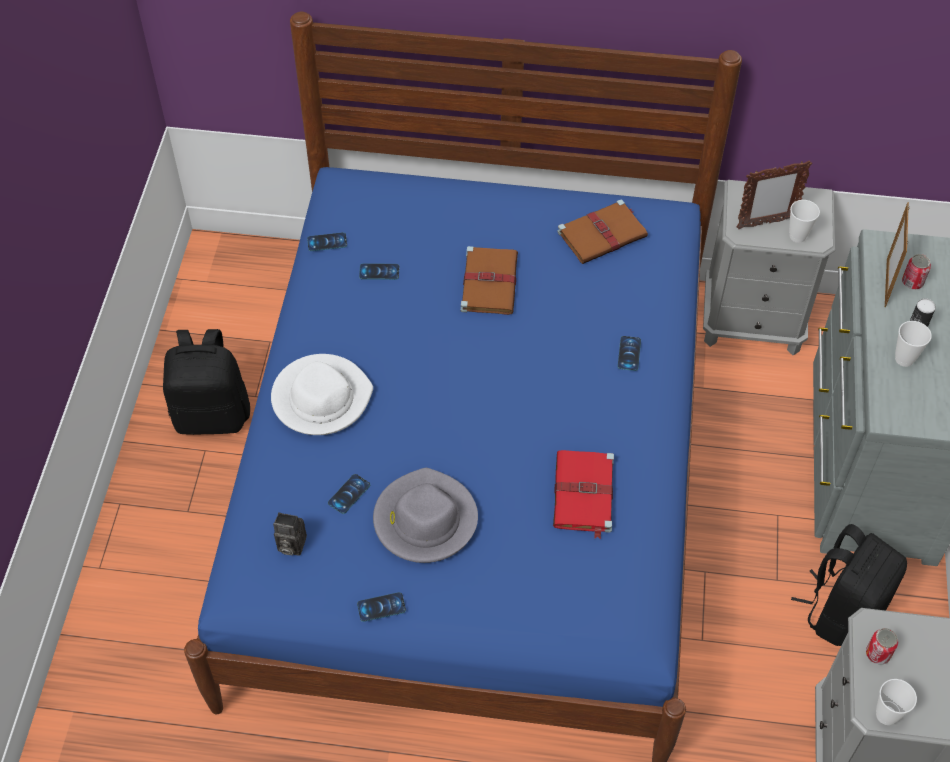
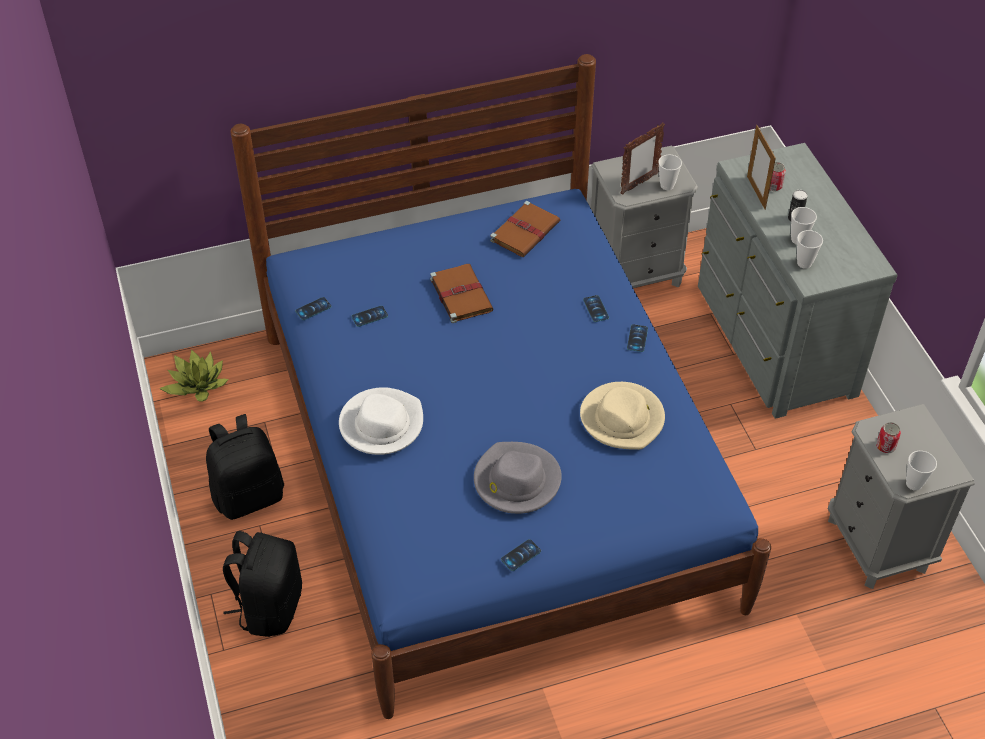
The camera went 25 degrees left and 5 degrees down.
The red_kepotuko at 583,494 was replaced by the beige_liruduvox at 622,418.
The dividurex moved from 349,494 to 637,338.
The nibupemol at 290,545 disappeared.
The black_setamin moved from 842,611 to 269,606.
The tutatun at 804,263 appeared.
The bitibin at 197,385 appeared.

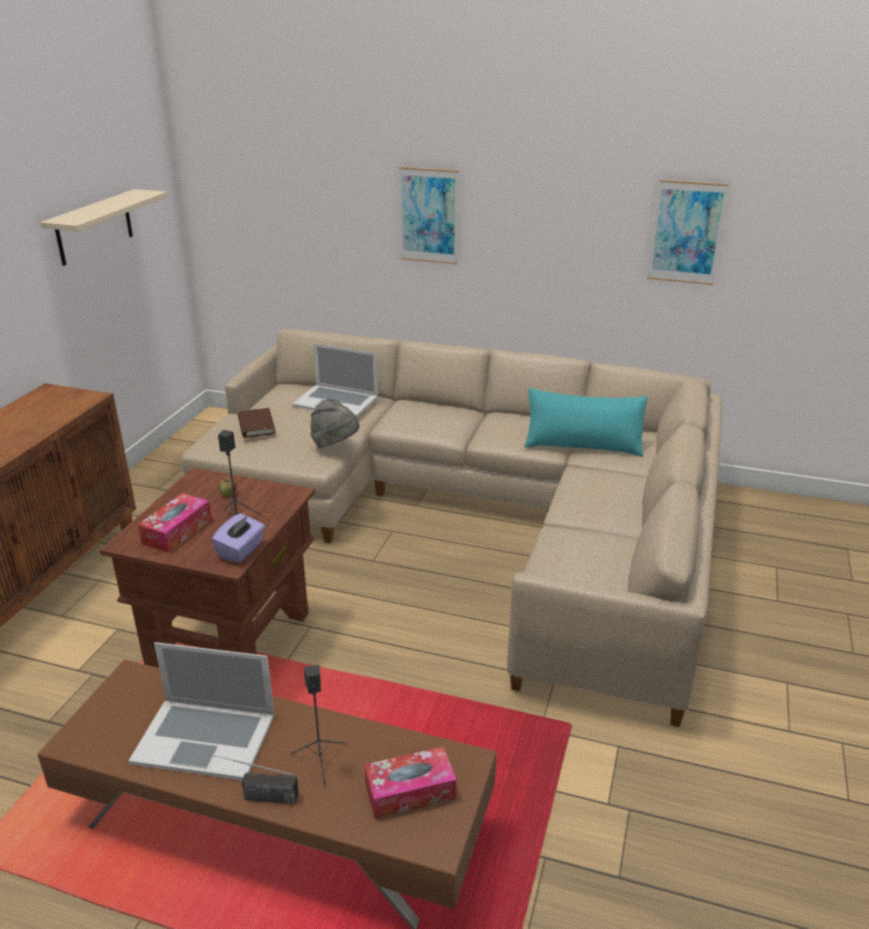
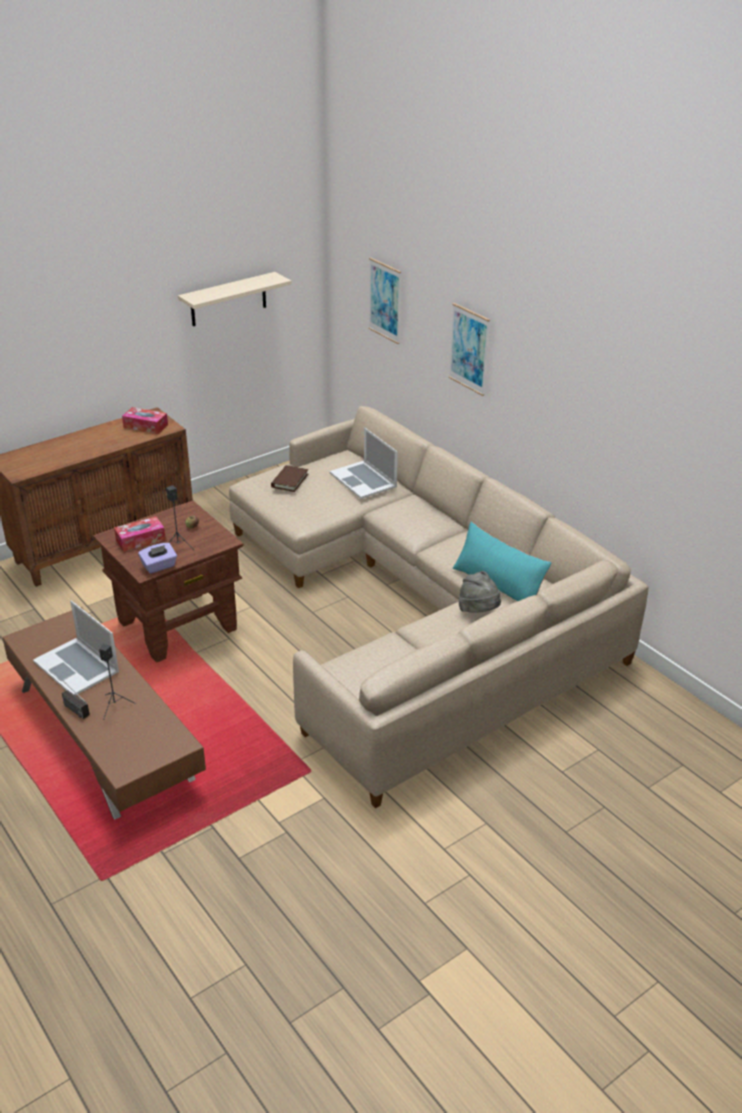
The camera went 35 degrees right and 5 degrees up.
The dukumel moved from 686,232 to 385,300.
The grey_liruduvox moved from 335,445 to 479,612.
The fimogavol moved from 410,791 to 145,426.

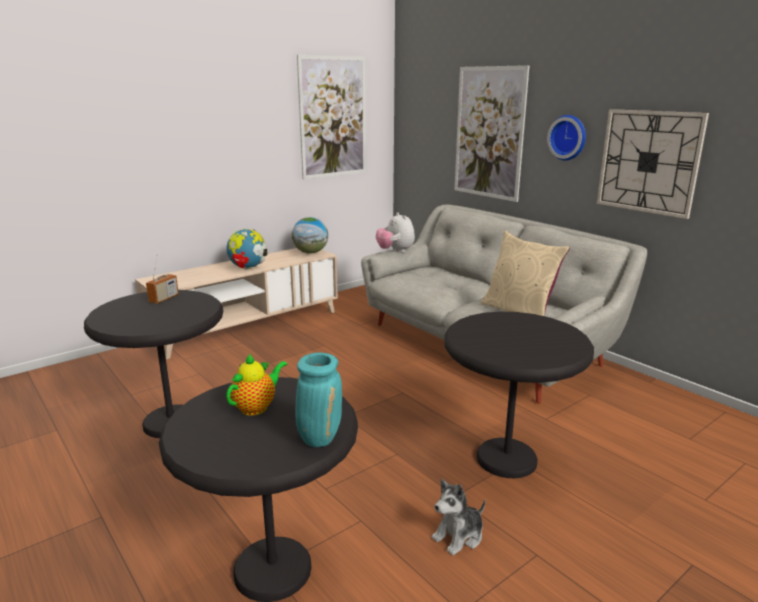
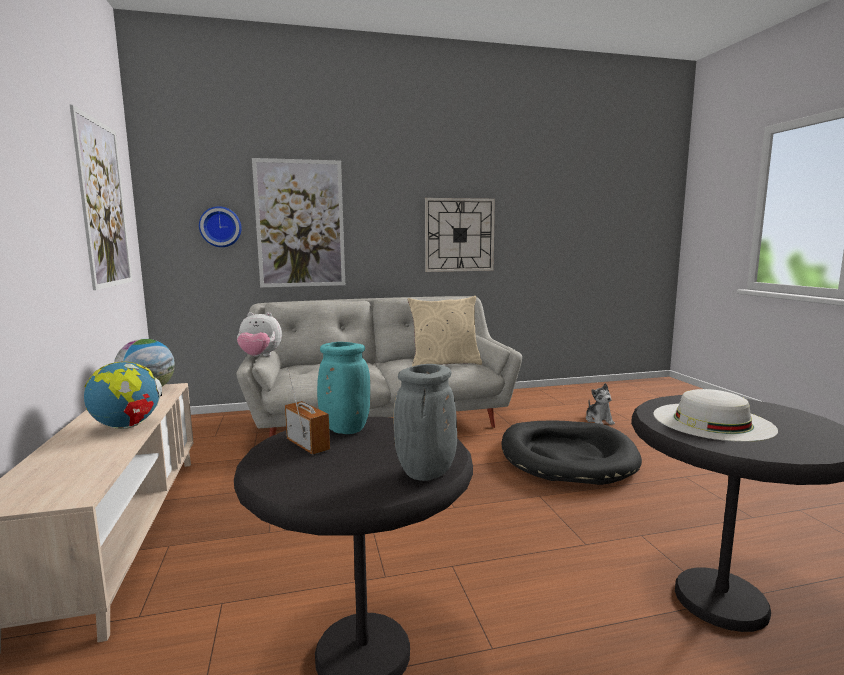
The camera went 65 degrees left and 10 degrees down.
The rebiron moved from 568,137 to 220,227.
The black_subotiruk at 506,459 was replaced by the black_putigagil at 567,456.
The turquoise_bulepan moved from 319,437 to 343,429.
The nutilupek at 257,407 was replaced by the white_liruduvox at 712,421.
The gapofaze moved from 459,536 to 599,420.
The grey_bulepan at 426,474 appeared.

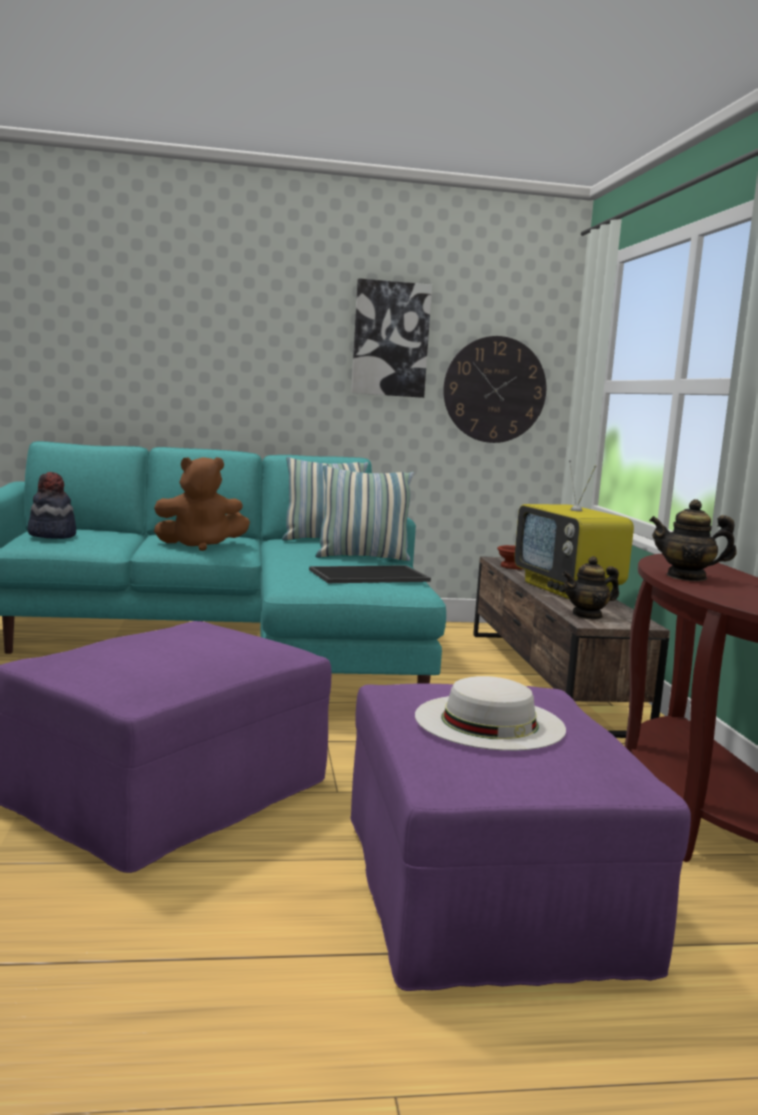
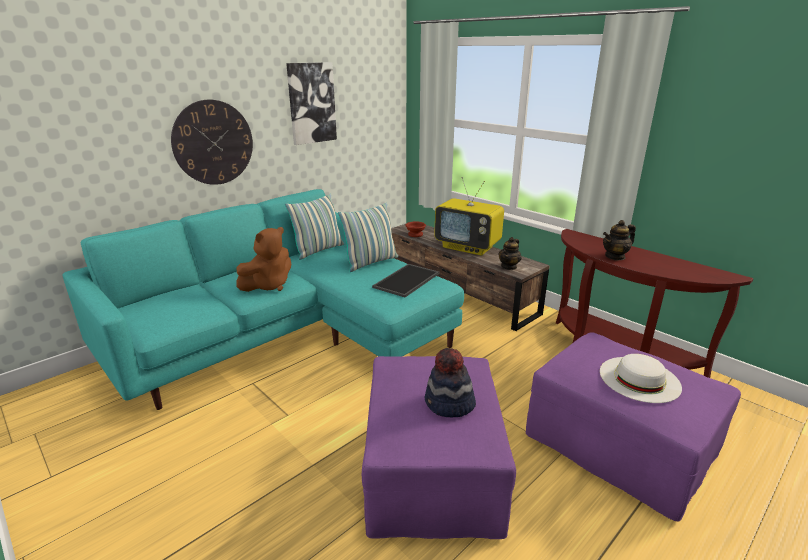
The camera went 35 degrees left and 15 degrees up.
The rebiron moved from 494,389 to 213,143.
The liruduvox moved from 51,535 to 449,404.

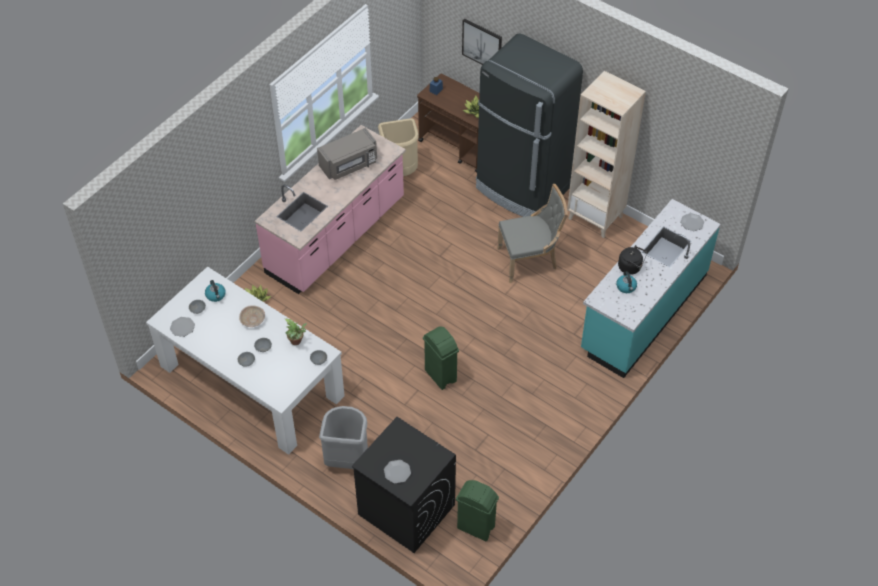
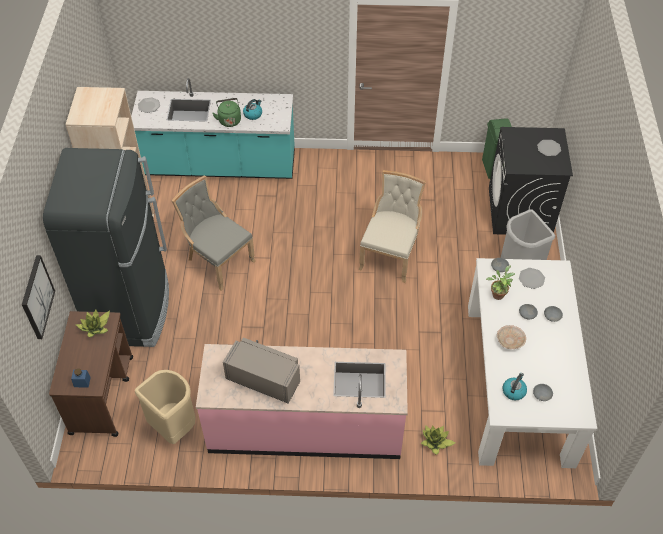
The camera went 125 degrees left and 0 degrees up.
The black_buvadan at 631,267 became the green_buvadan at 229,120.
The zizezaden moved from 182,327 to 531,278.
The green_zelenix at 440,376 was replaced by the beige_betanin at 390,254.

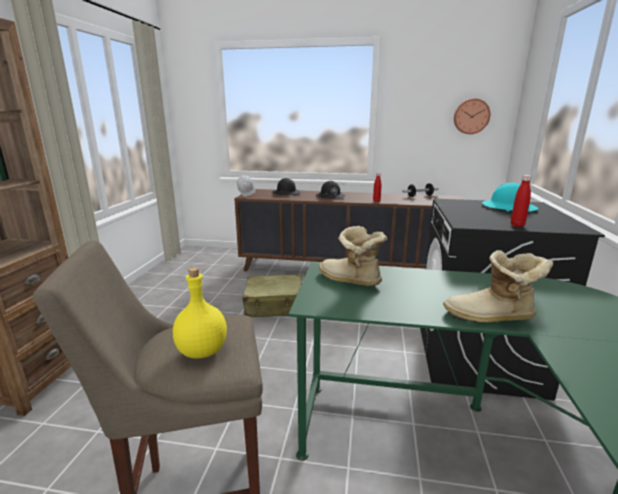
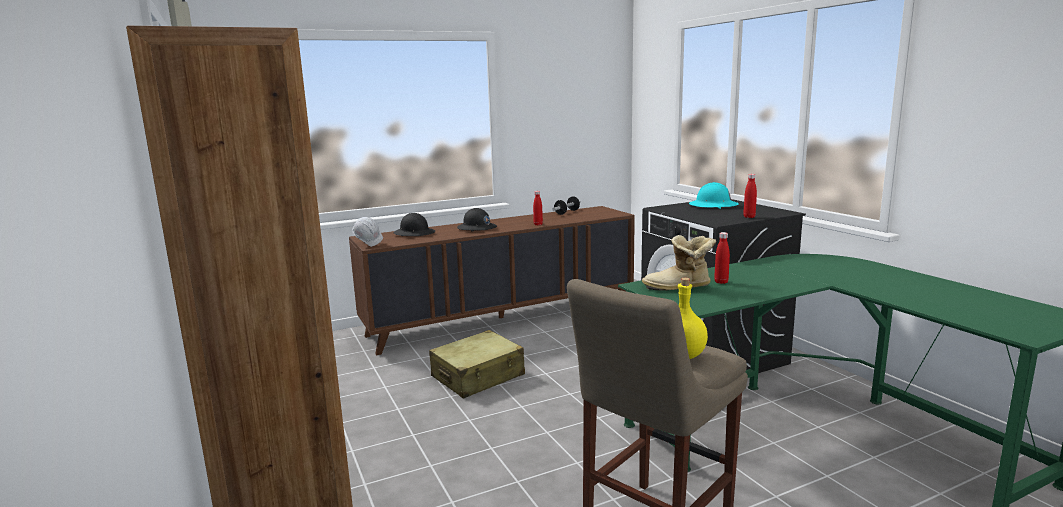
The camera went 35 degrees left and 5 degrees down.
The rebiron at 471,116 disappeared.
The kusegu at 492,317 disappeared.
The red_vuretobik at 721,282 appeared.

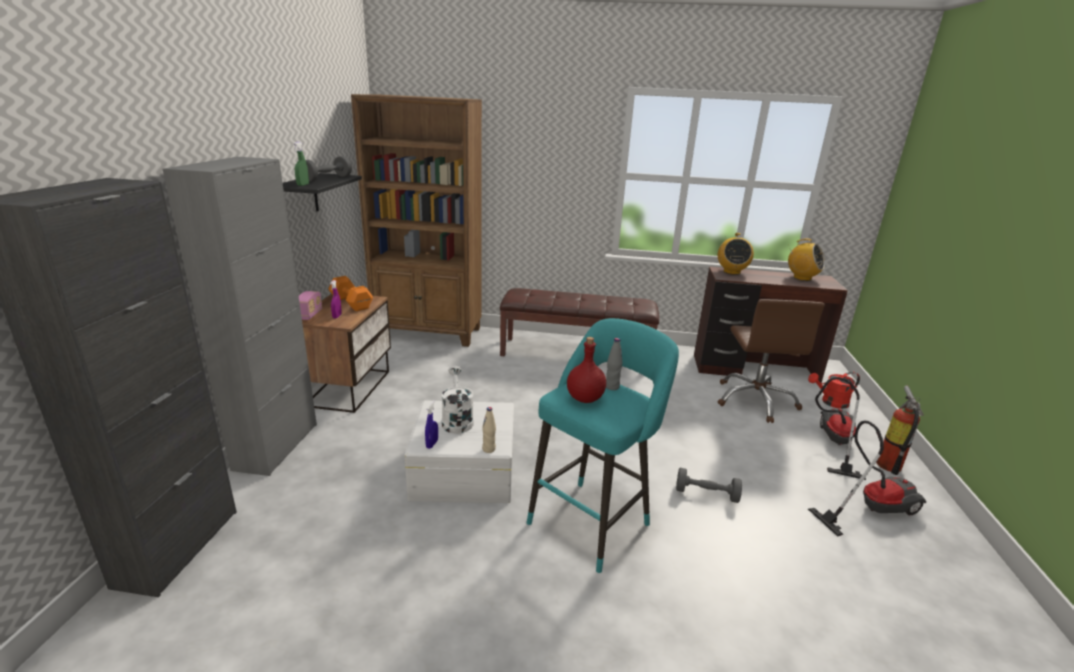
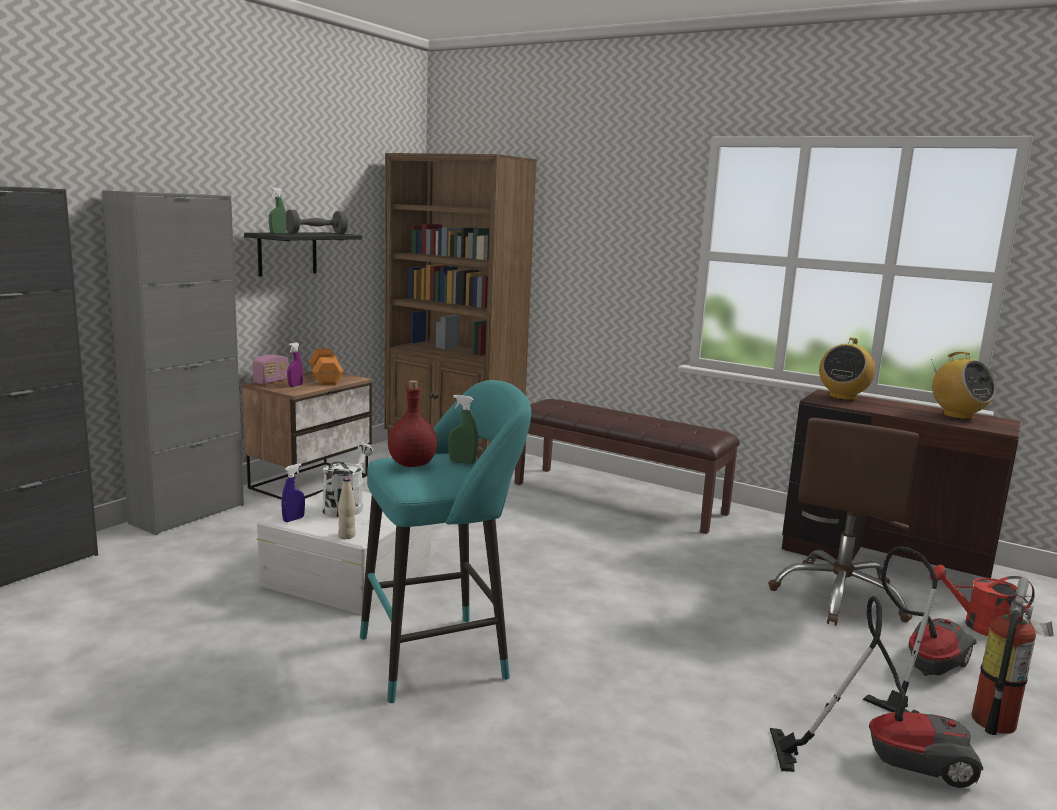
The camera went 25 degrees right and 10 degrees down.
The grey_vuretobik at 612,387 was replaced by the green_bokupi at 462,462.
The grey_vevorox at 706,494 disappeared.

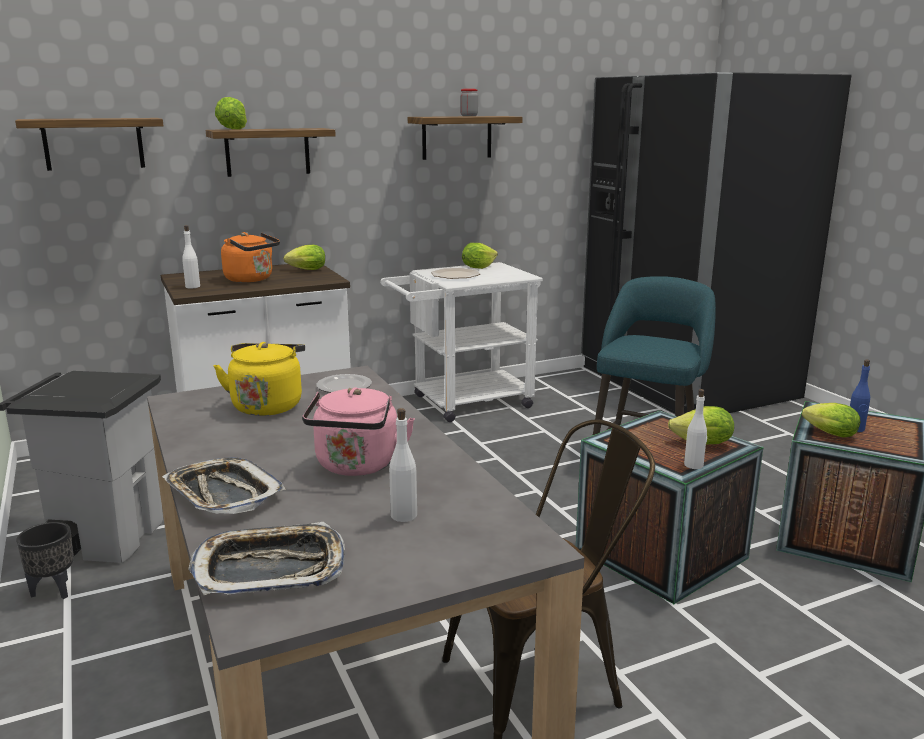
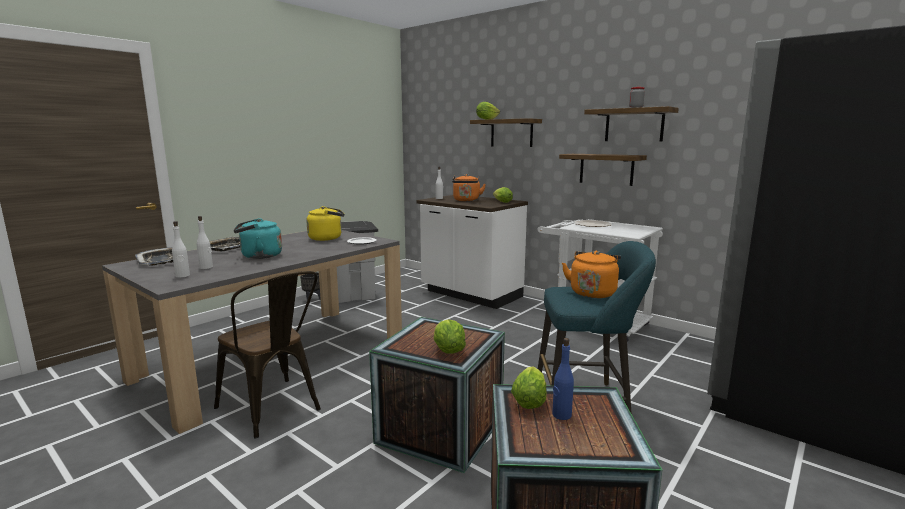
The camera went 65 degrees right and 5 degrees down.
The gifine moved from 93,143 to 606,169.
The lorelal at 478,268 disappeared.
The pink_buvadan at 357,466 became the turquoise_buvadan at 259,256.
The white_vuretobik moved from 694,465 to 182,276.
The orange_buvadan at 592,292 appeared.

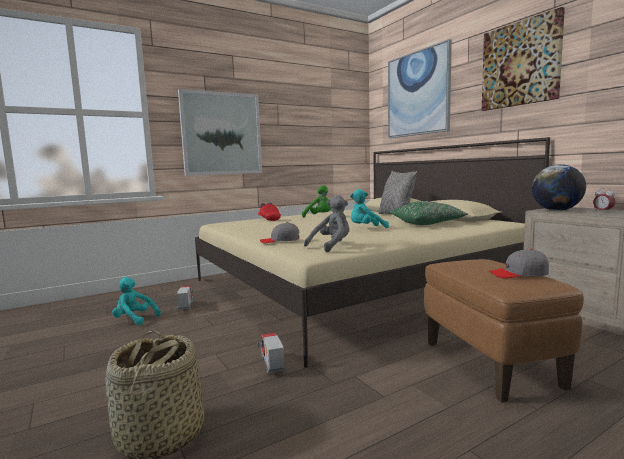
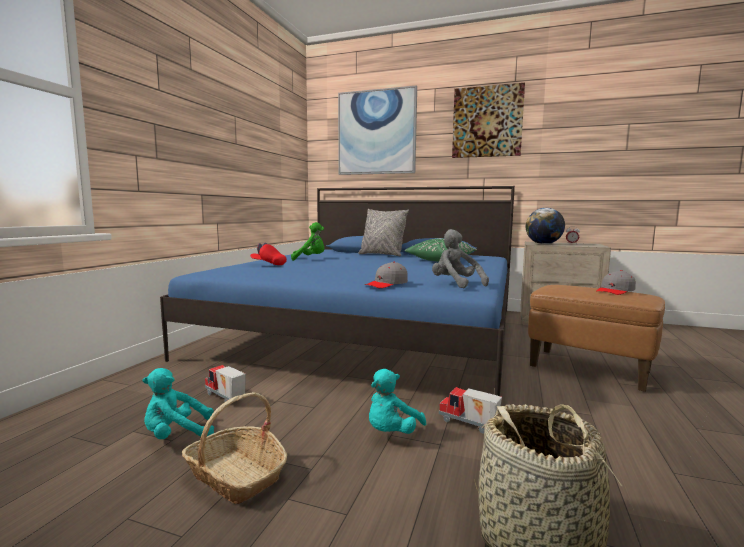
The camera went 40 degrees left and 0 degrees up.
The dukumel at 222,134 disappeared.
The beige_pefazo at 355,285 became the blue_pefazo at 372,330.
The turquoise_gapofaze moved from 366,229 to 391,432.
The grey_gapofaze at 331,246 turned 45 degrees counterclockwise.
The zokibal at 236,475 appeared.

